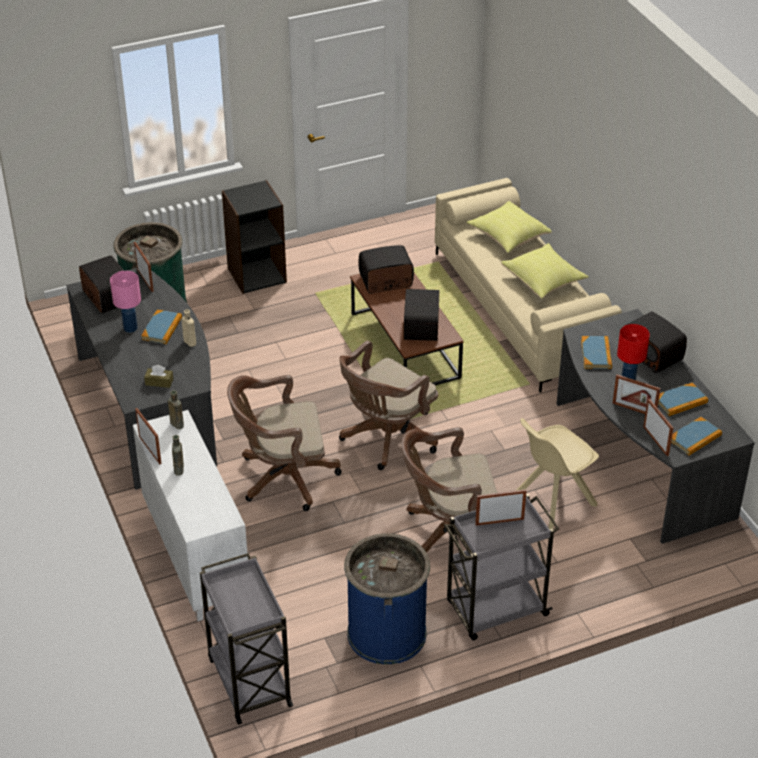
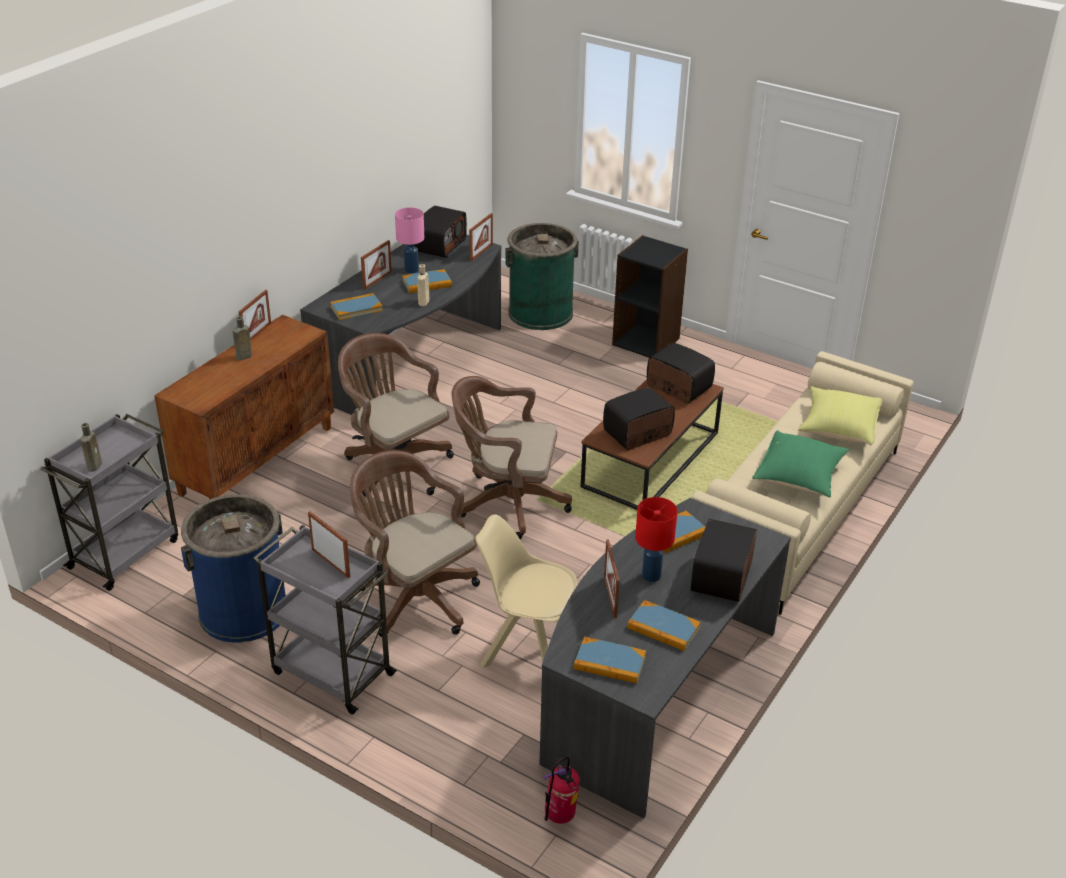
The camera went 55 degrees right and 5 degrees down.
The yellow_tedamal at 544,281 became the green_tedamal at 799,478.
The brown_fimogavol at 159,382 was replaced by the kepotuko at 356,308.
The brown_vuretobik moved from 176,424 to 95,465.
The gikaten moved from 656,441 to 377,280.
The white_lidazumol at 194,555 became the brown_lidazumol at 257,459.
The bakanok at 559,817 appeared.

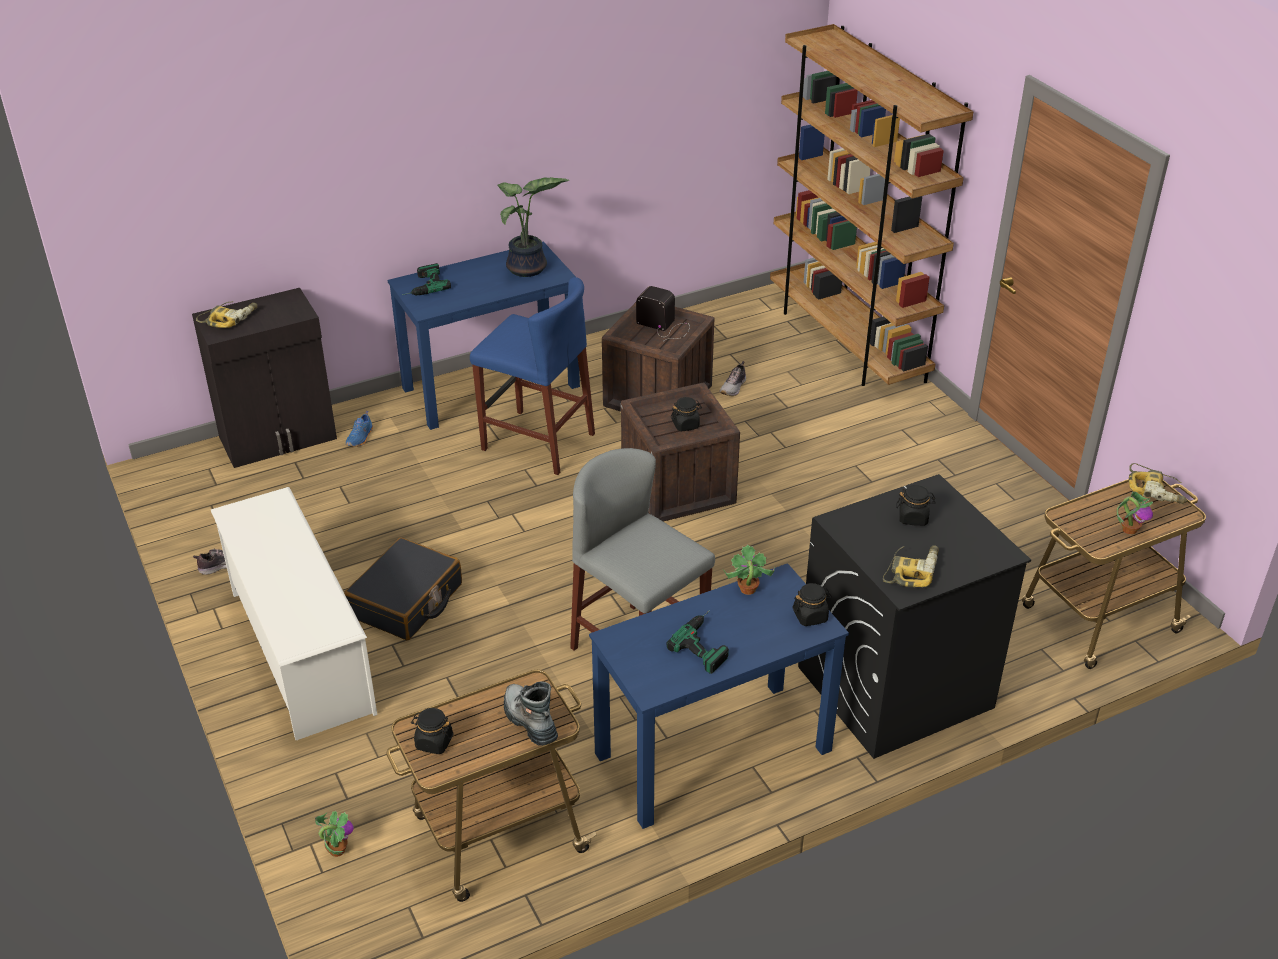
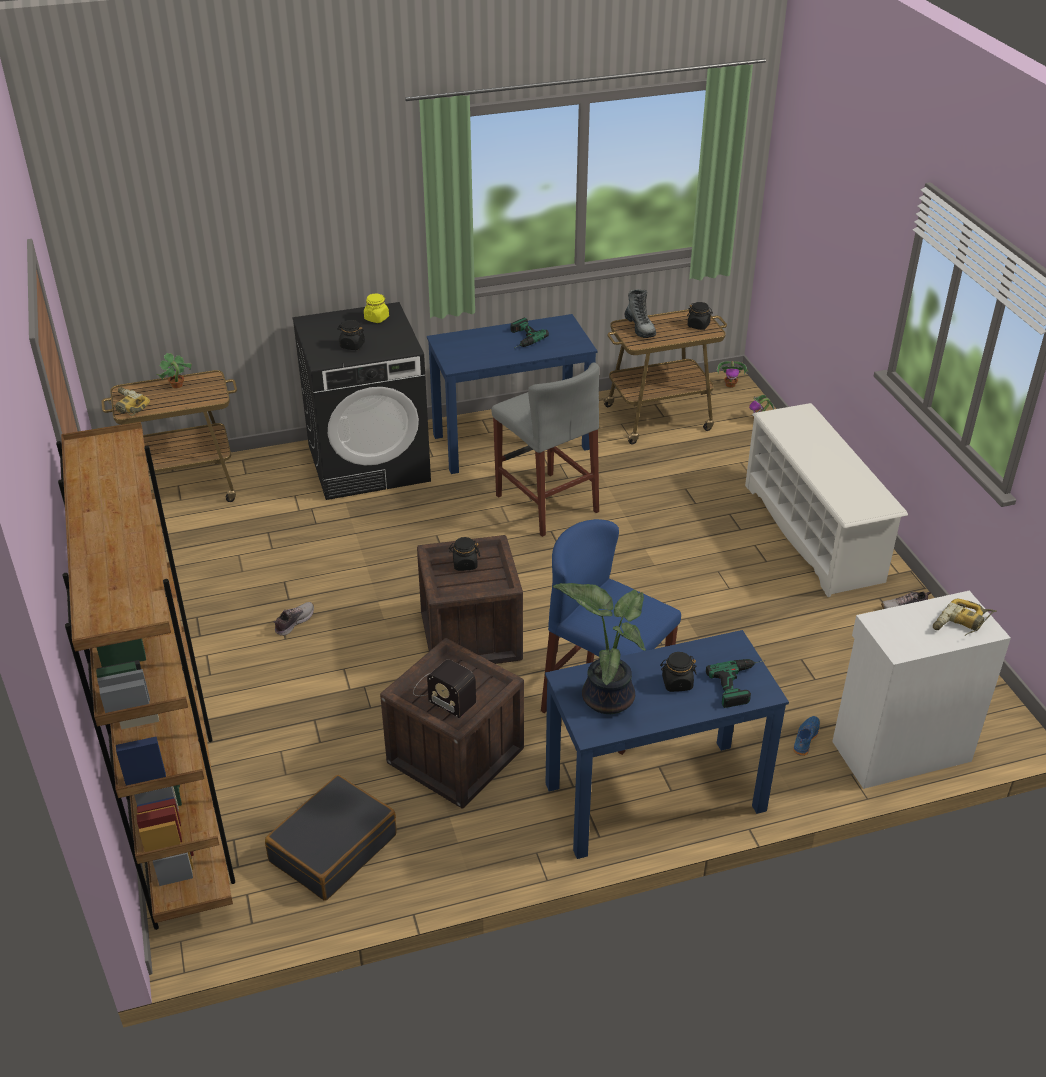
The camera went 170 degrees left and 0 degrees up.
The black_lidazumol at 279,439 became the white_lidazumol at 899,750.
The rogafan moved from 733,387 to 293,622.
The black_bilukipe moved from 406,601 to 333,847.
The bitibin moved from 747,589 to 730,385.
The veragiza at 911,570 was replaced by the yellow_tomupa at 376,318.
The black_tomupa moved from 810,616 to 677,683.

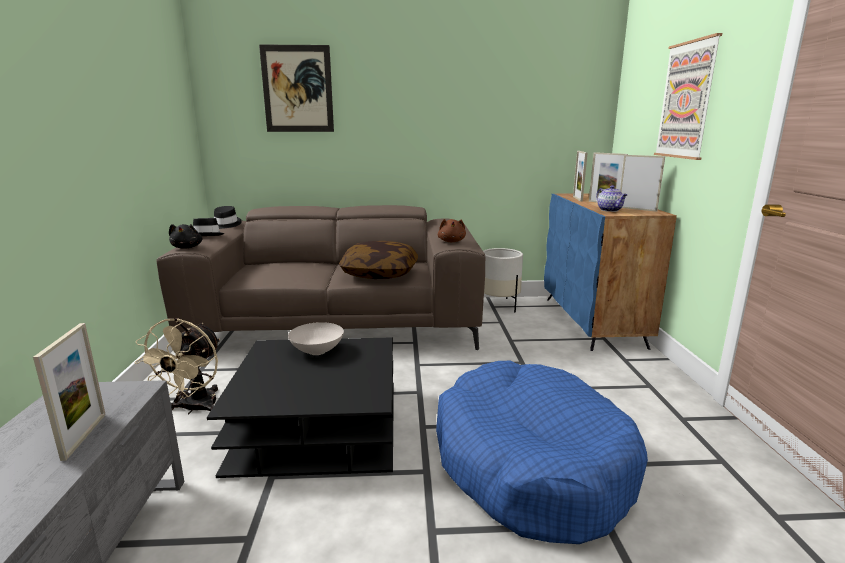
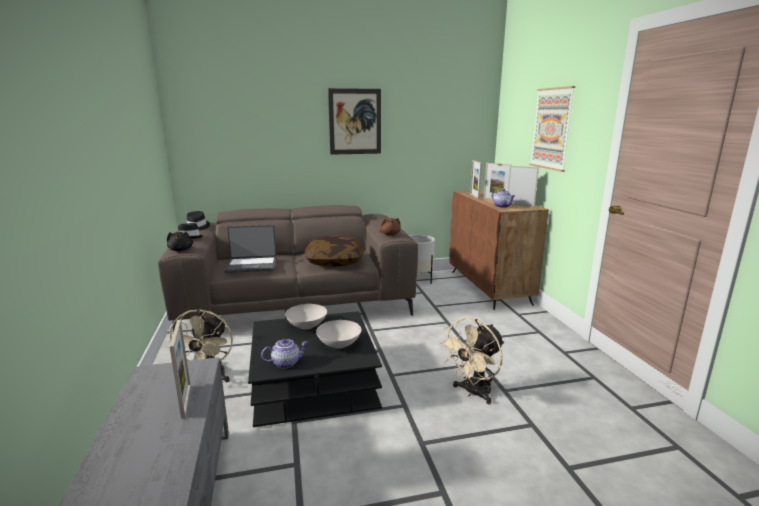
The camera went 10 degrees left and 0 degrees up.
The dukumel moved from 297,89 to 355,121.
The blue_lidazumol at 593,321 became the brown_lidazumol at 489,287.
The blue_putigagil at 529,464 was replaced by the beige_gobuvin at 473,393.
The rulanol at 252,265 appeared.
The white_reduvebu at 340,345 appeared.
The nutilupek at 286,363 appeared.

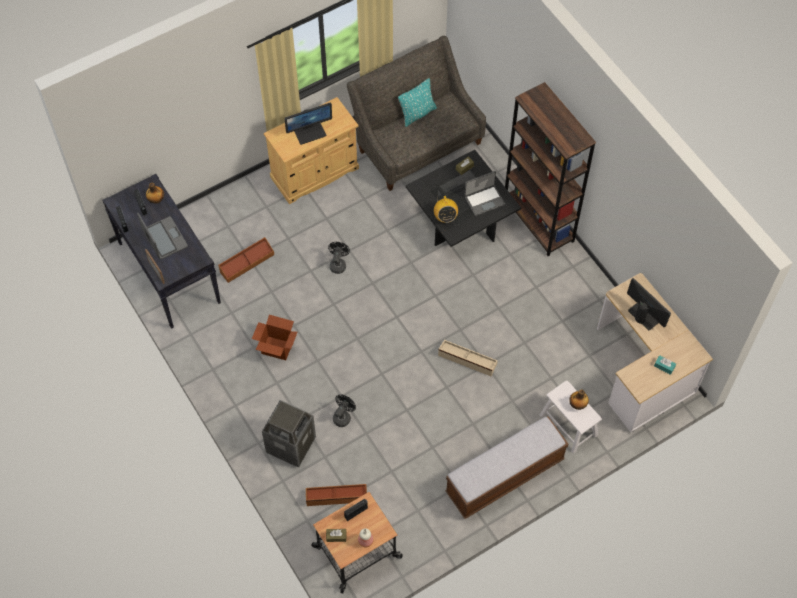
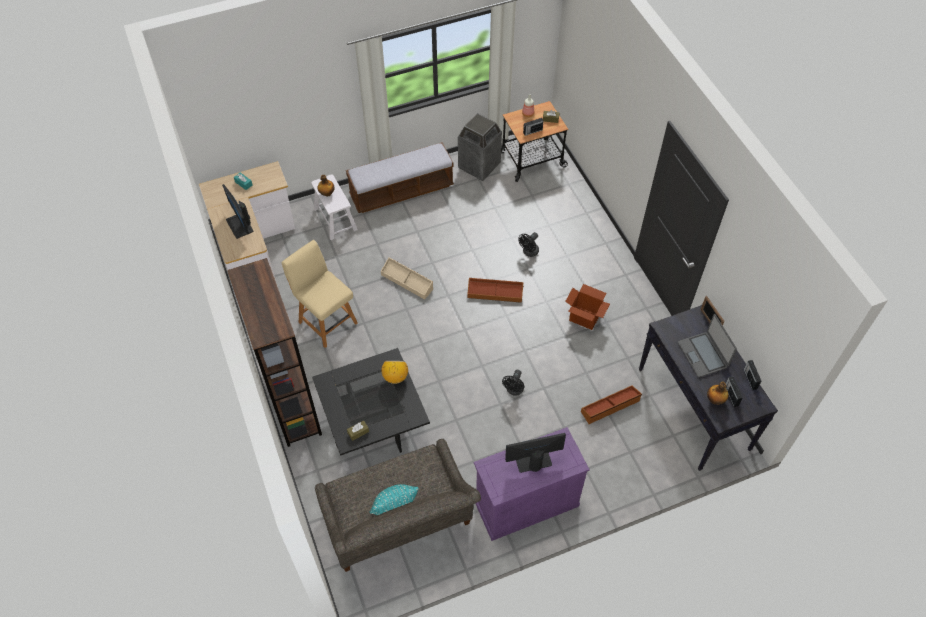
The camera went 170 degrees left and 5 degrees down.
The beige_lidazumol at 315,173 became the purple_lidazumol at 526,503.
The rulanol at 484,200 disappeared.
The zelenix moved from 291,445 to 479,166.
The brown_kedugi moved from 336,497 to 495,293.
The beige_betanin at 326,321 appeared.

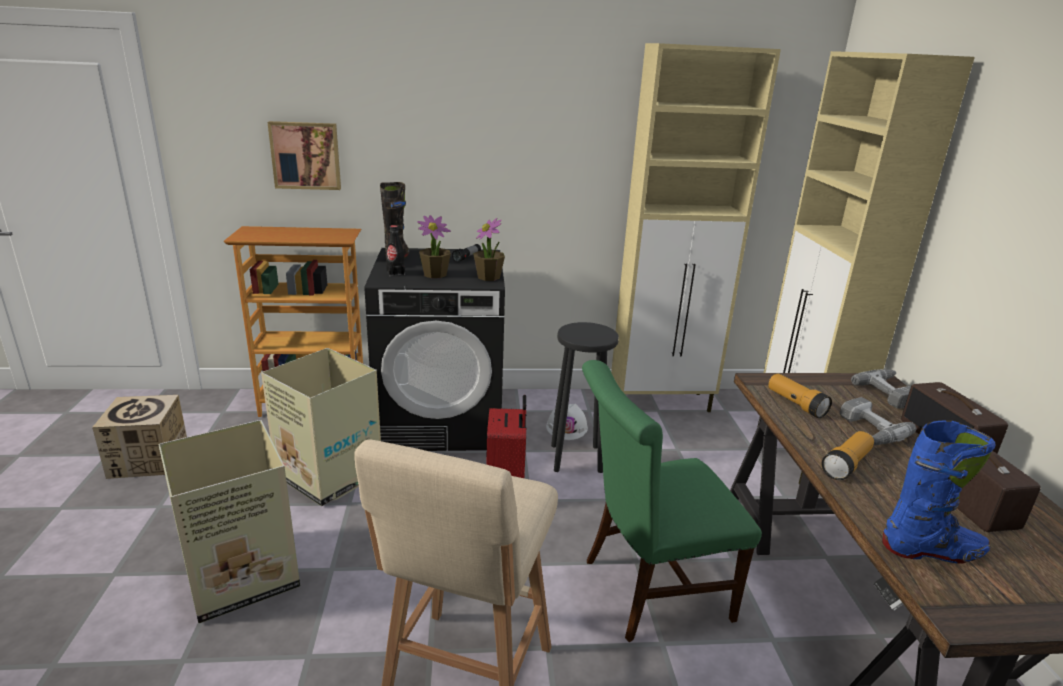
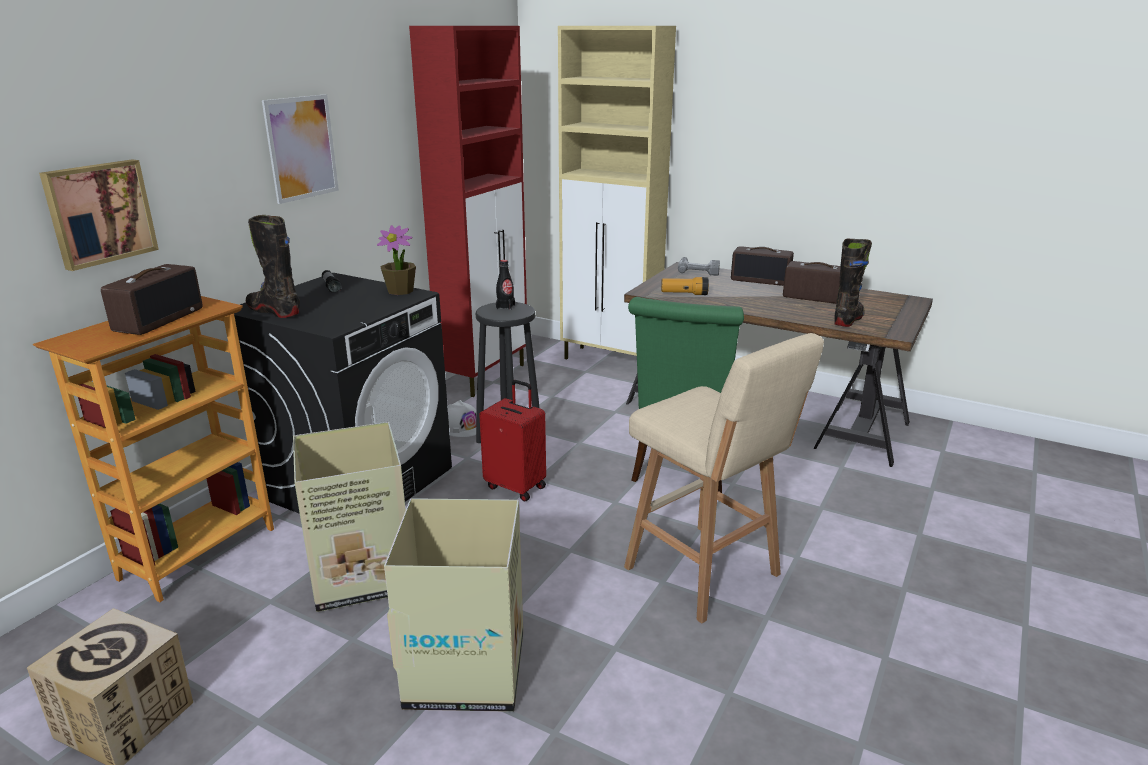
The camera went 55 degrees left and 0 degrees up.
The beige_lidazumol at 662,402 became the red_lidazumol at 485,376.
The bitibin at 435,274 disappeared.
The black_vuretobik moved from 395,273 to 505,307.
The veragiza at 867,430 disappeared.
The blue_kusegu at 932,551 became the black_kusegu at 848,319.
The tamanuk at 846,465 disappeared.
The dukumel at 301,148 appeared.
The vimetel at 158,319 appeared.

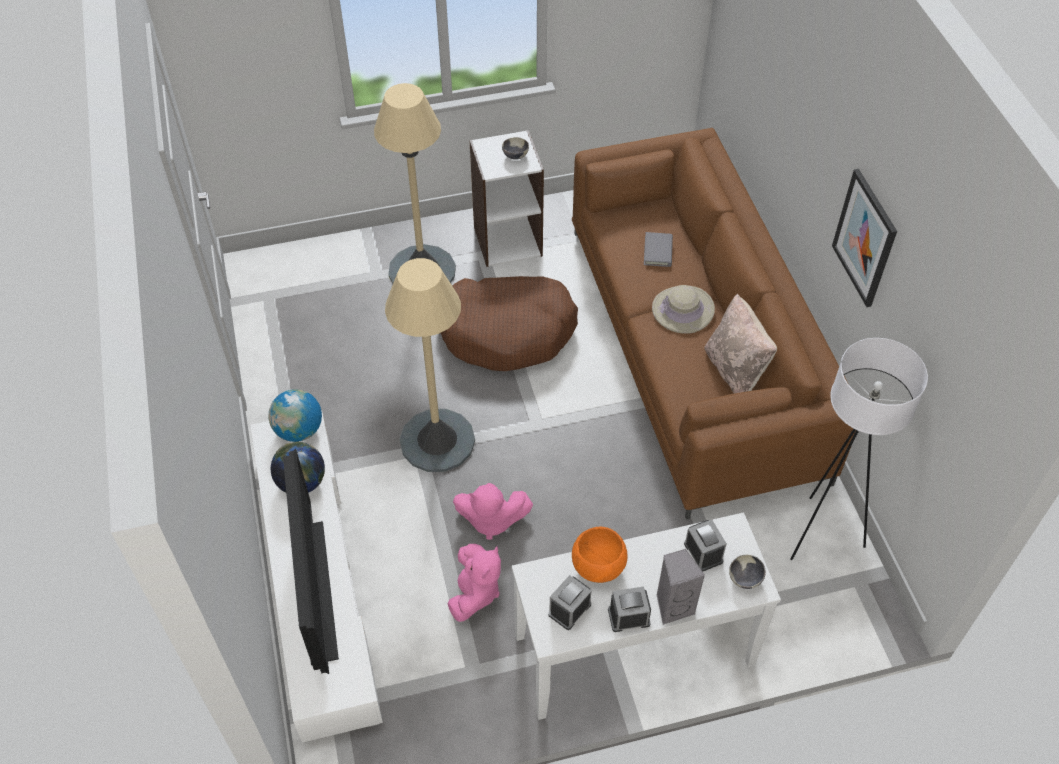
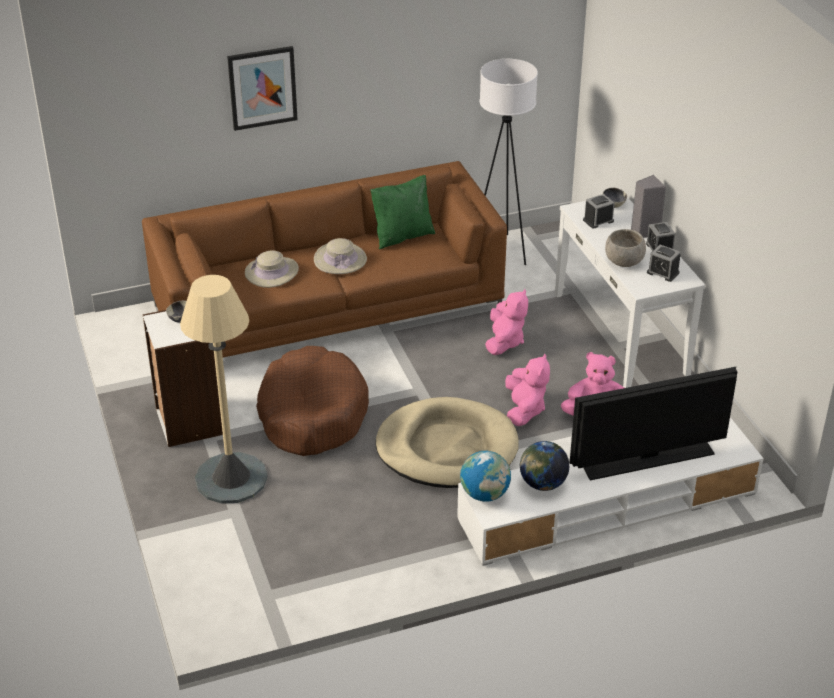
The camera went 95 degrees left and 15 degrees down.
The dukumel moved from 865,238 to 262,87.
The grey_kepotuko at 658,251 was replaced by the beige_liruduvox at 271,272.
The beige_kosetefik at 437,440 was replaced by the beige_putigagil at 447,448.
The beige_tedamal at 735,370 became the green_tedamal at 402,236.
The orange_reduvebu at 598,566 became the grey_reduvebu at 624,262.
The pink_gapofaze at 504,342 appeared.

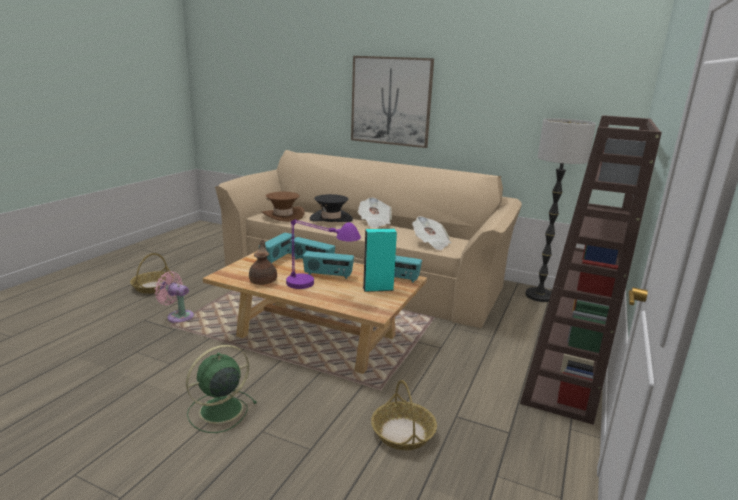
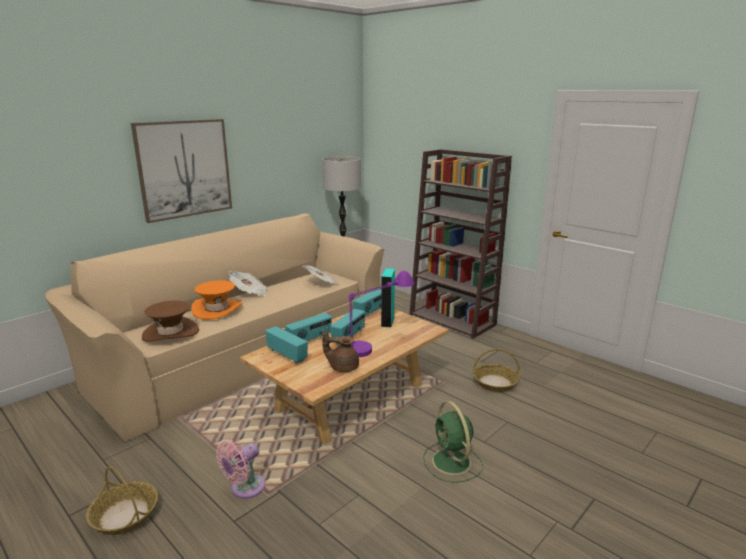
The camera went 70 degrees left and 0 degrees up.
The black_liruduvox at 331,219 became the orange_liruduvox at 217,309.

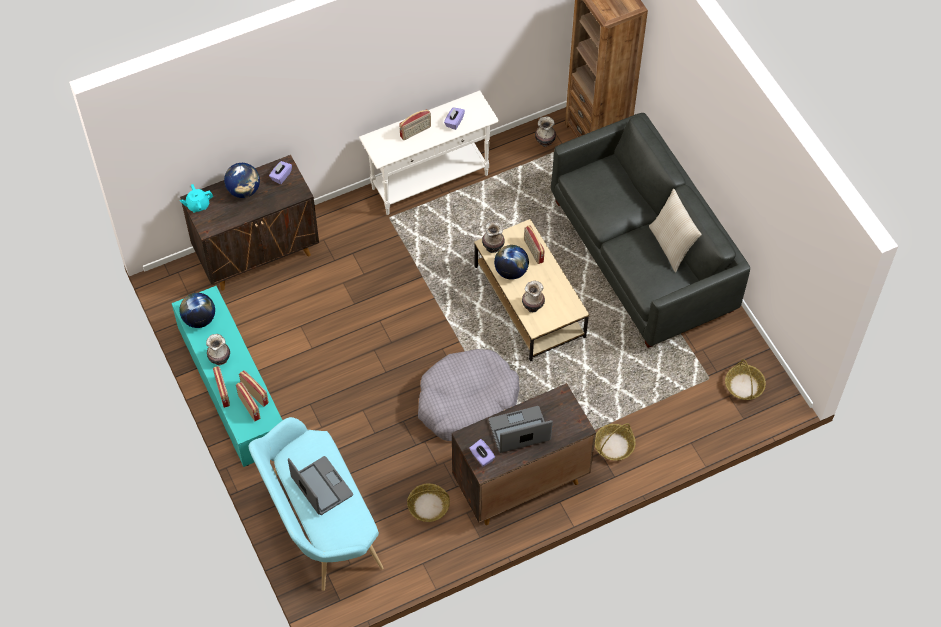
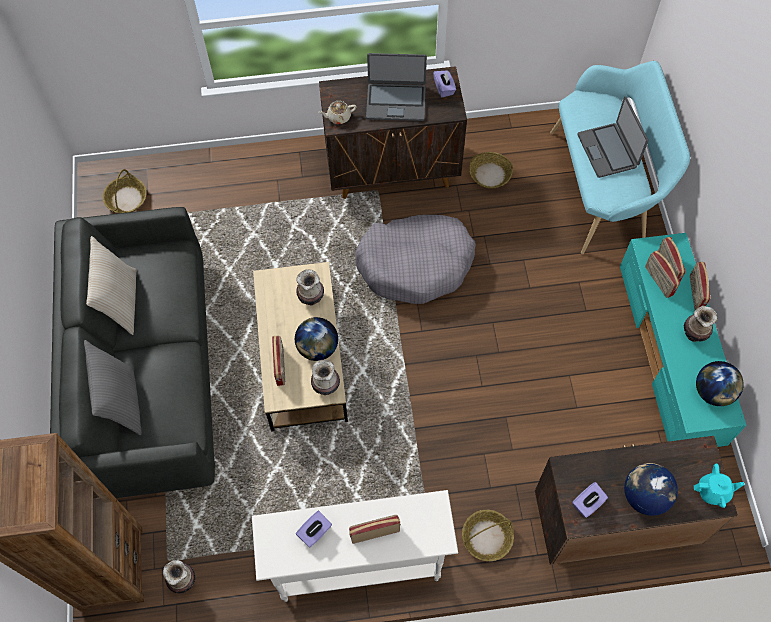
The camera went 160 degrees left and 5 degrees up.
The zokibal moved from 614,445 to 486,538.
The beige_nutilupek at 338,117 appeared.
The grey_tedamal at 122,402 appeared.

